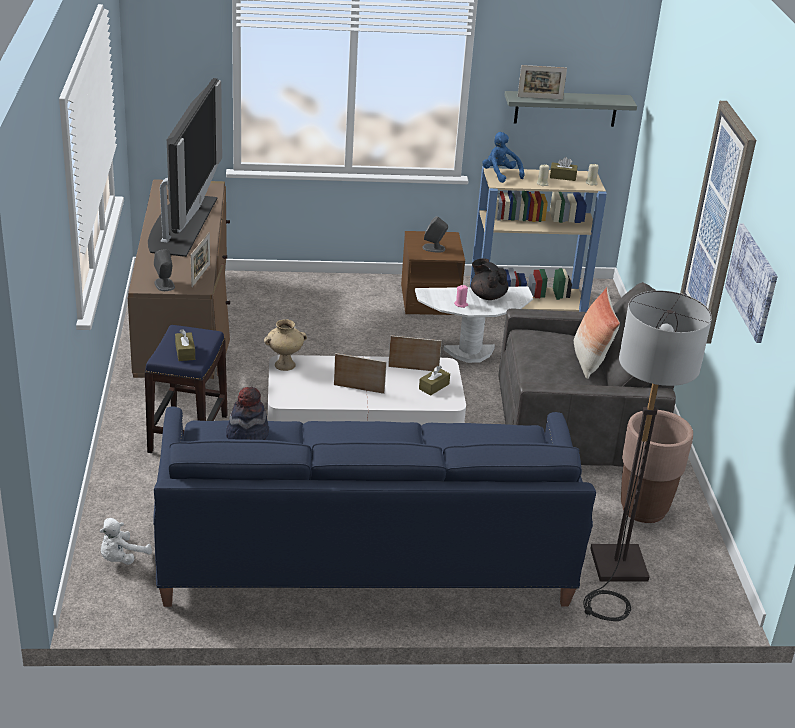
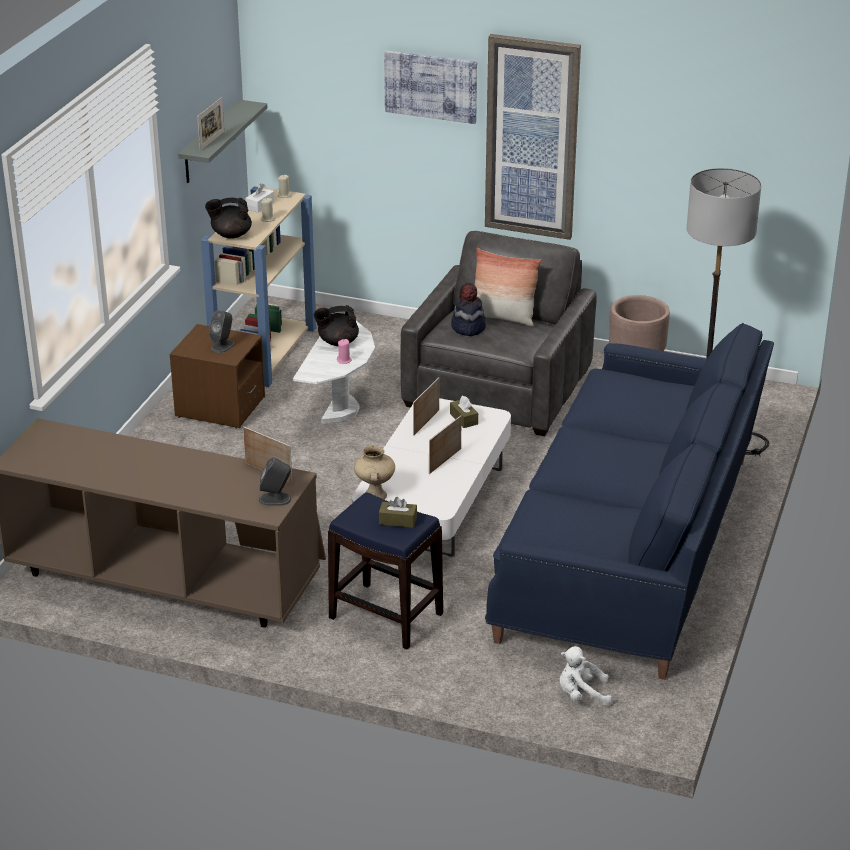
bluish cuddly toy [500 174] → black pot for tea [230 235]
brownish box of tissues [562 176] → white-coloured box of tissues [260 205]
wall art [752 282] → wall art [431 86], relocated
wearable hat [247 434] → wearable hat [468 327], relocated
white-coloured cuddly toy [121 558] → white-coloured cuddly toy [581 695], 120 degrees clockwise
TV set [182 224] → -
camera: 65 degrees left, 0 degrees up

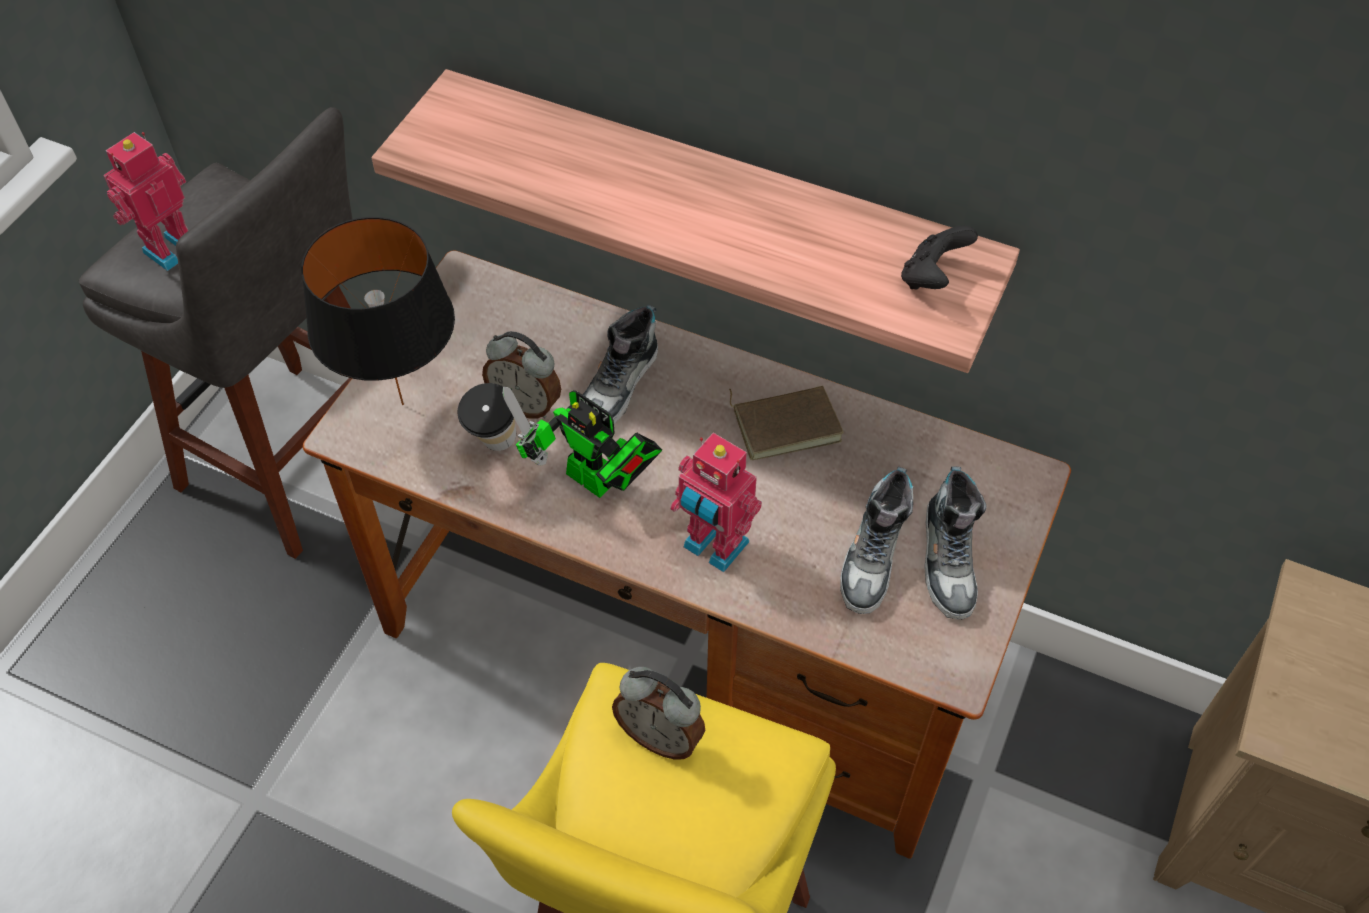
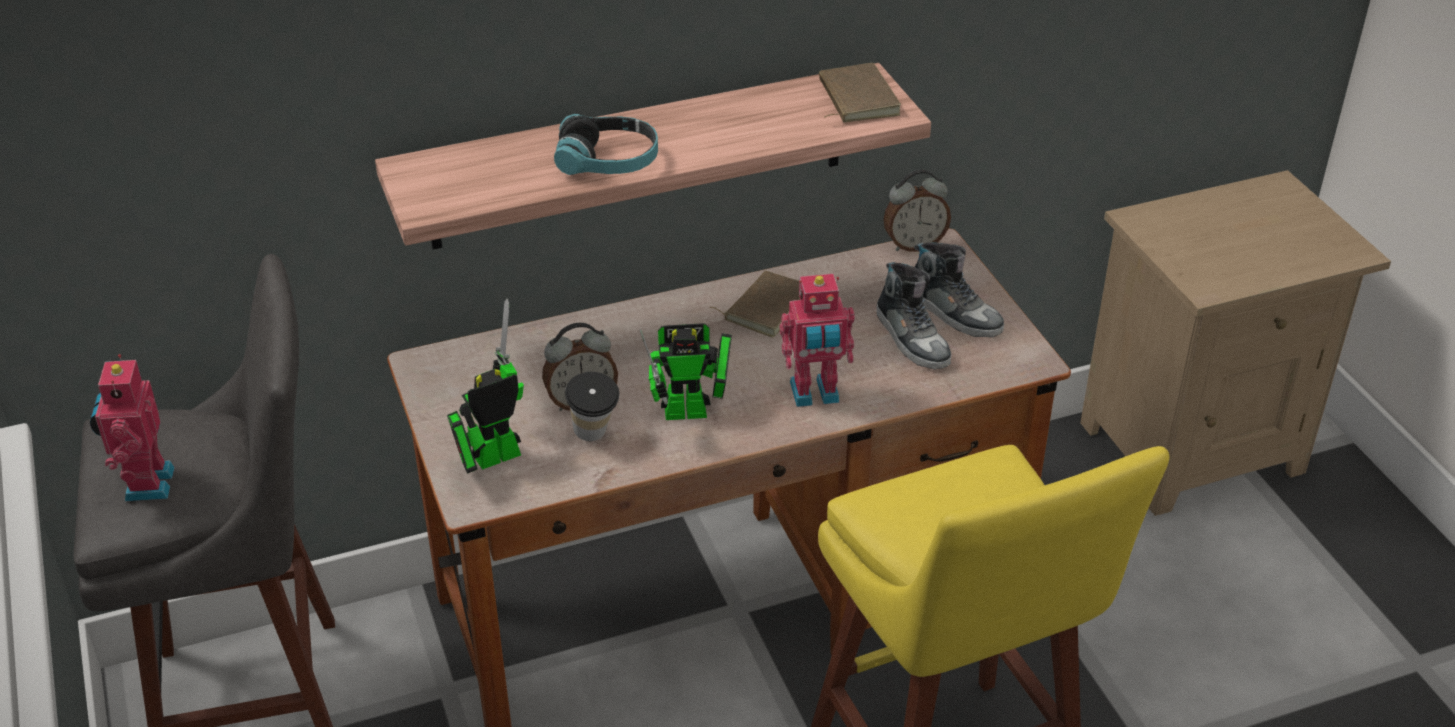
black lamp for a table [401 405] → model robot [490 459]
- → pair of headphones [608 162]
black joypad [932 277] → brownish volume [855 98]
table clock [660 736] → table clock [914 244], relocated
item of footwear [619 387] → -
camera: 45 degrees left, 15 degrees down

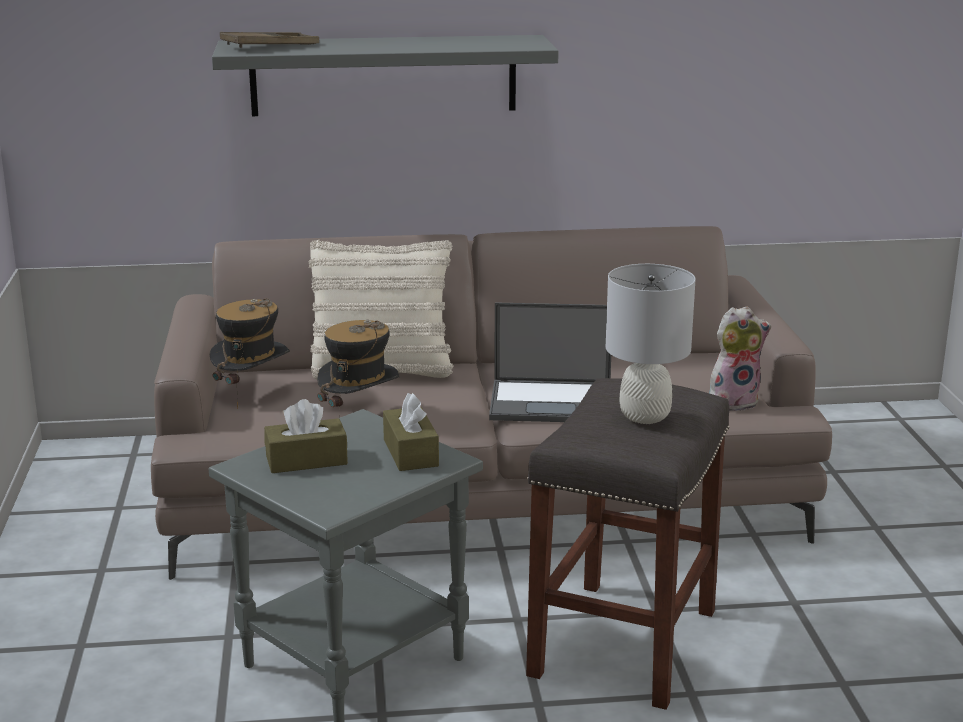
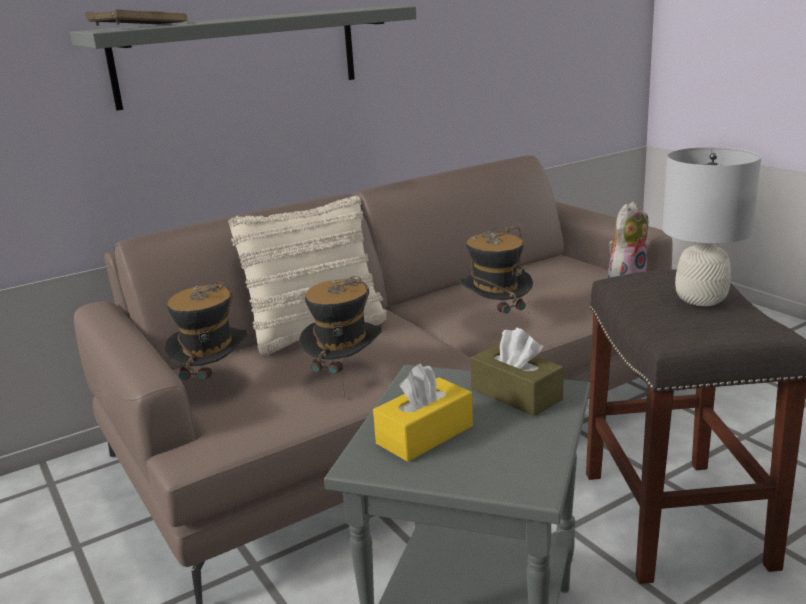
brownish box of tissues [306 460] → yellowish box of tissues [425 435]
portable computer [553 402] → wearable hat [496 321]
camera: 25 degrees left, 0 degrees up

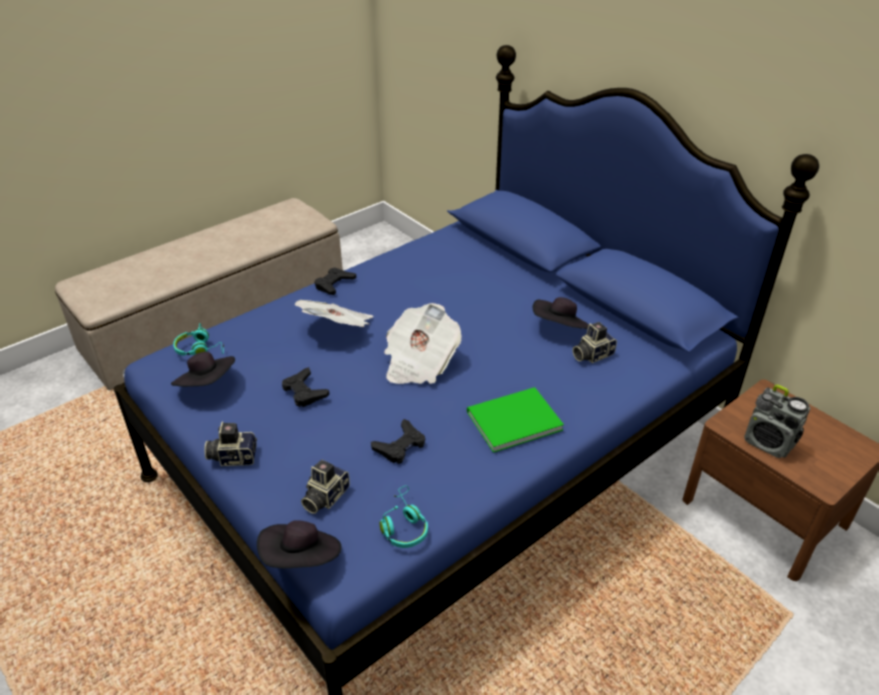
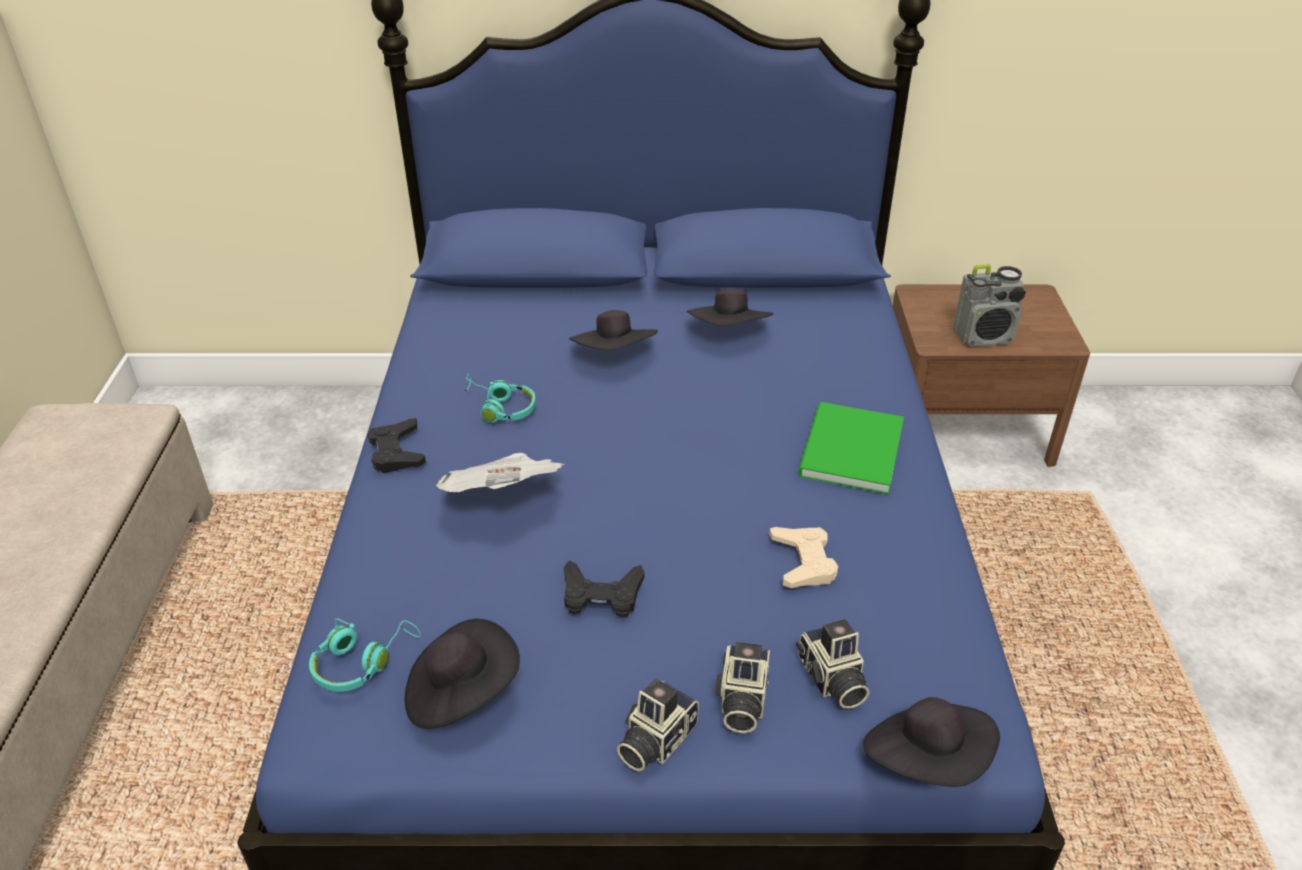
turquoise pair of headphones [403 525] → turquoise pair of headphones [499 407], relocated
- → black wearable hat [615 356]
photo camera [591 354] → photo camera [740 701], relocated
black joypad [400 446] → sand-coloured joypad [803 562]
newspaper [419 362] → -
camera: 50 degrees left, 0 degrees up

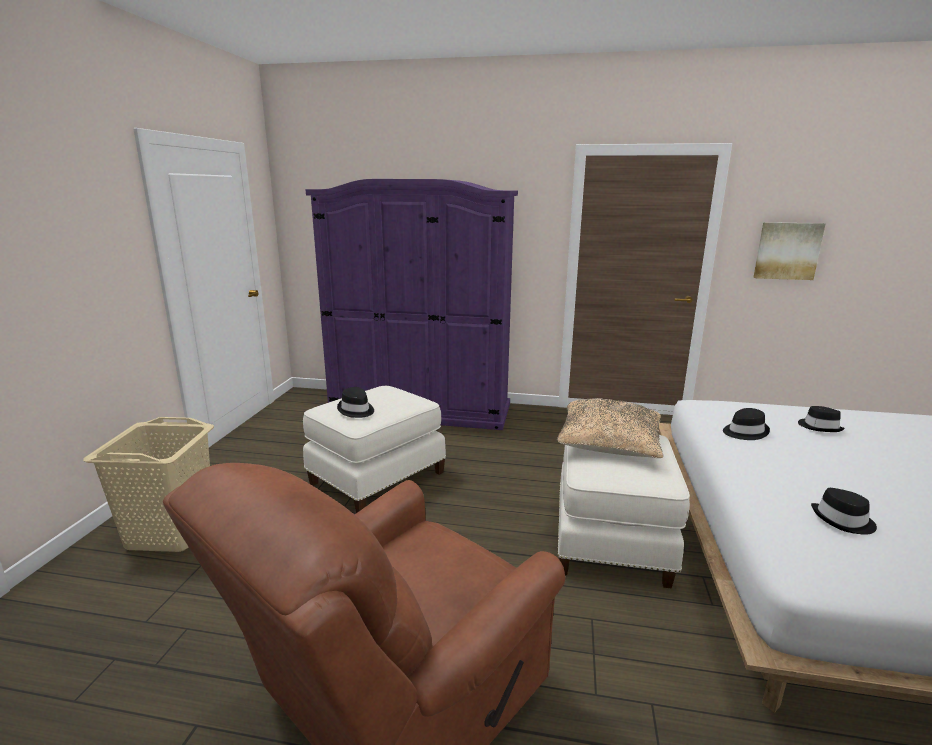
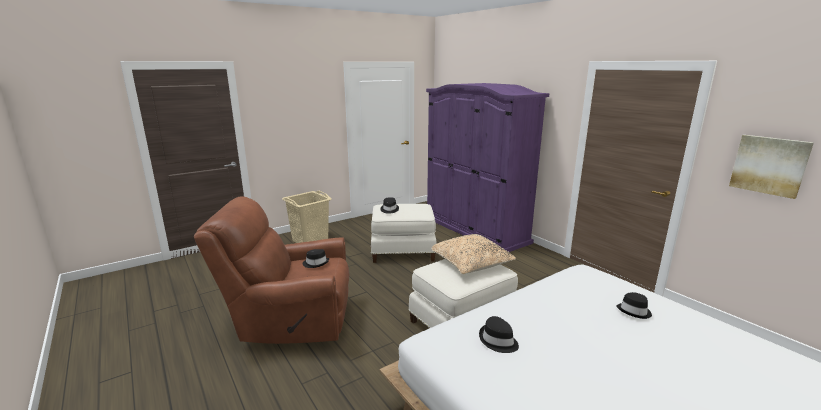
black wearable hat [744 432] → black wearable hat [316 263], relocated
camera: 45 degrees right, 0 degrees up

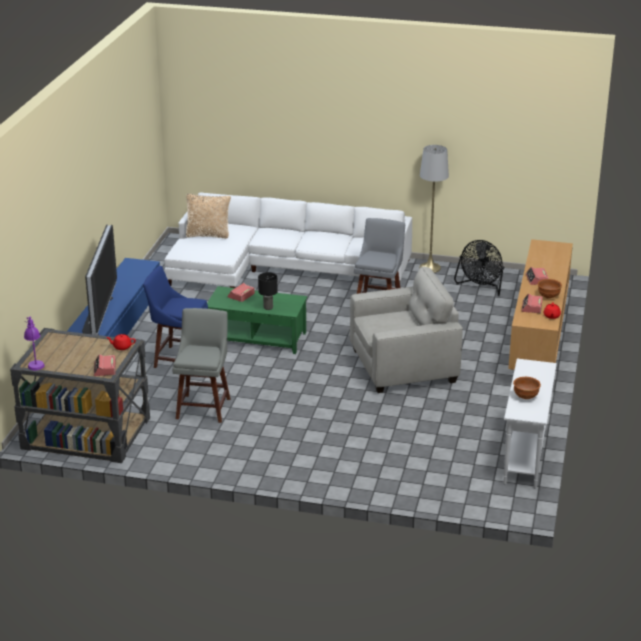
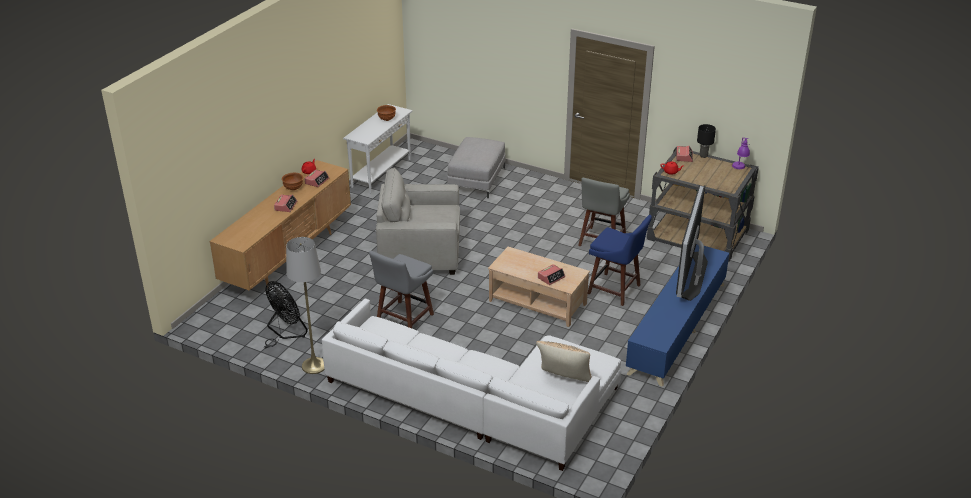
- → greyish pouffe [476 179]
green coffee table [257 337] → sand-coloured coffee table [537 302]
black lamp for a table [268 308] → black lamp for a table [703 156], relocated
camera: 165 degrees left, 5 degrees up

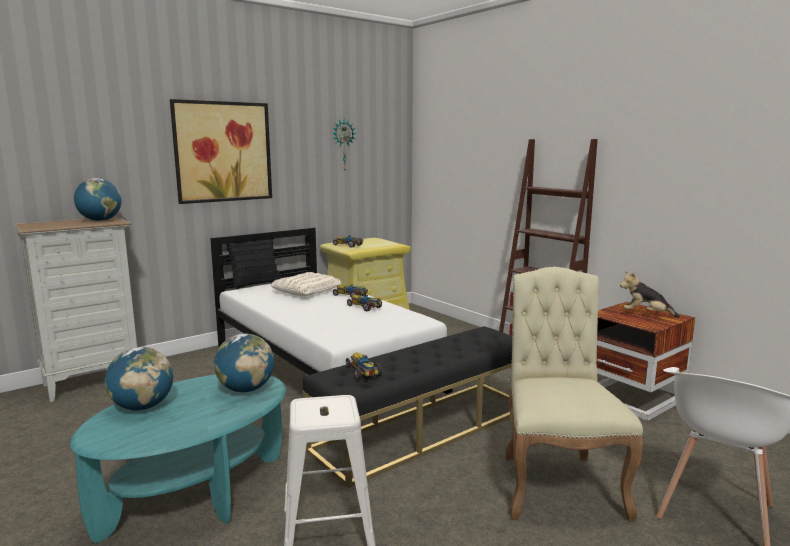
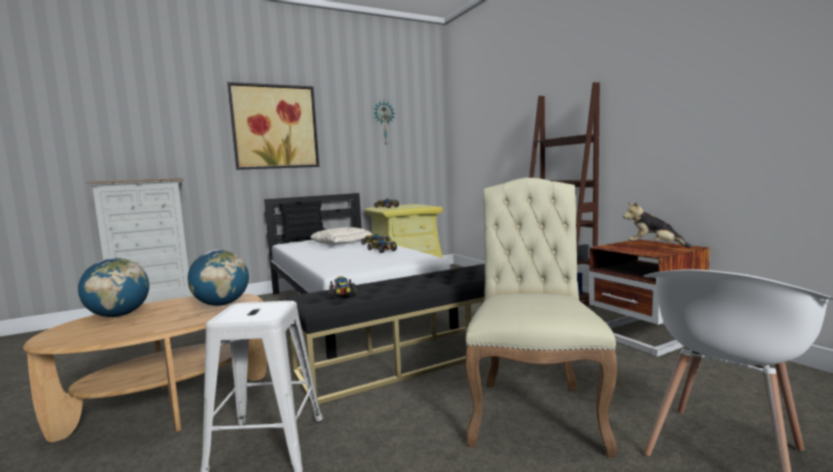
turquoise coffee table [196 495] → brownish coffee table [170 405]
desk globe [100 220] → -
camera: 10 degrees right, 5 degrees down

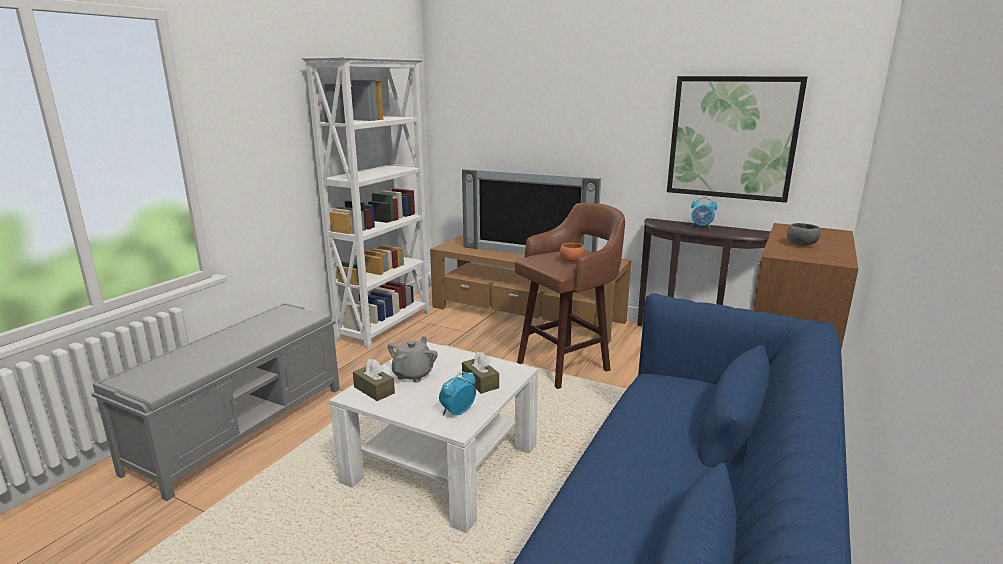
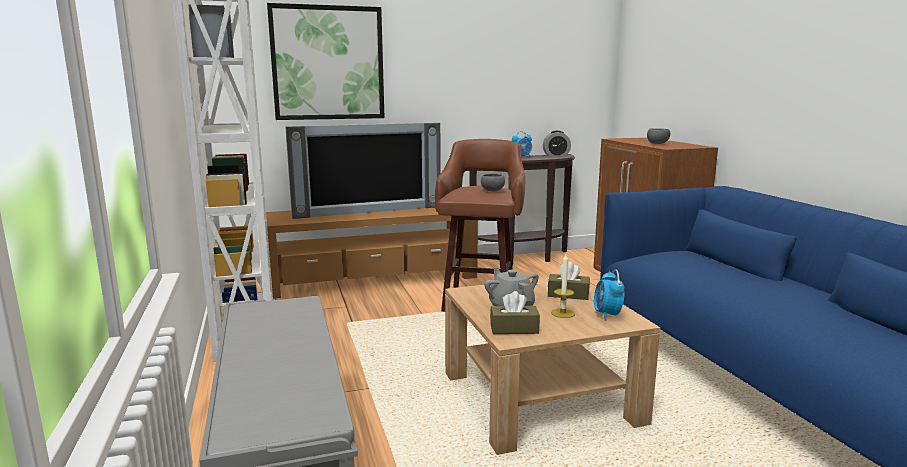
wall art [732 138] → wall art [328 63], relocated
white-coloured coffee table [442 464] → brownish coffee table [539 398]
orangey serving bowl [572 261] → greyish serving bowl [492 190]
- → table clock [556 155]
- → candle [562 313]
camera: 45 degrees left, 5 degrees down

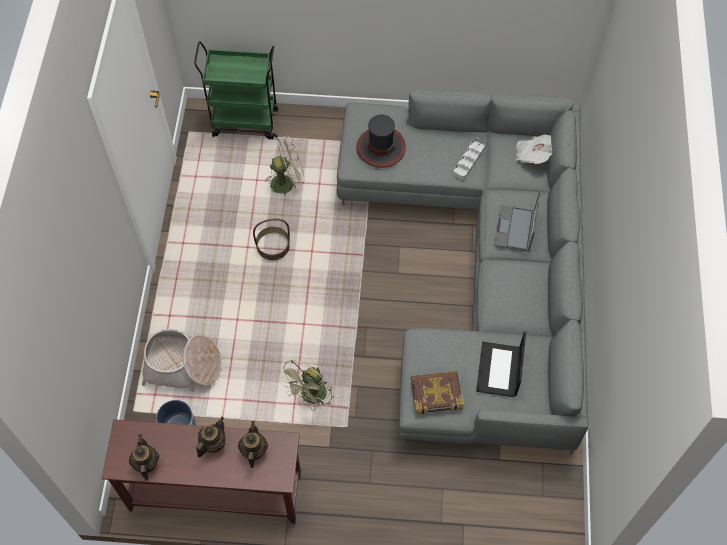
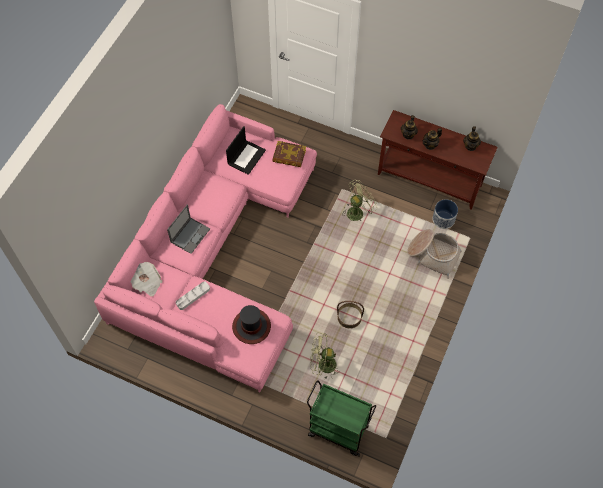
greyish settee [481 267] → pinkish settee [215 256]
camera: 160 degrees left, 0 degrees up

